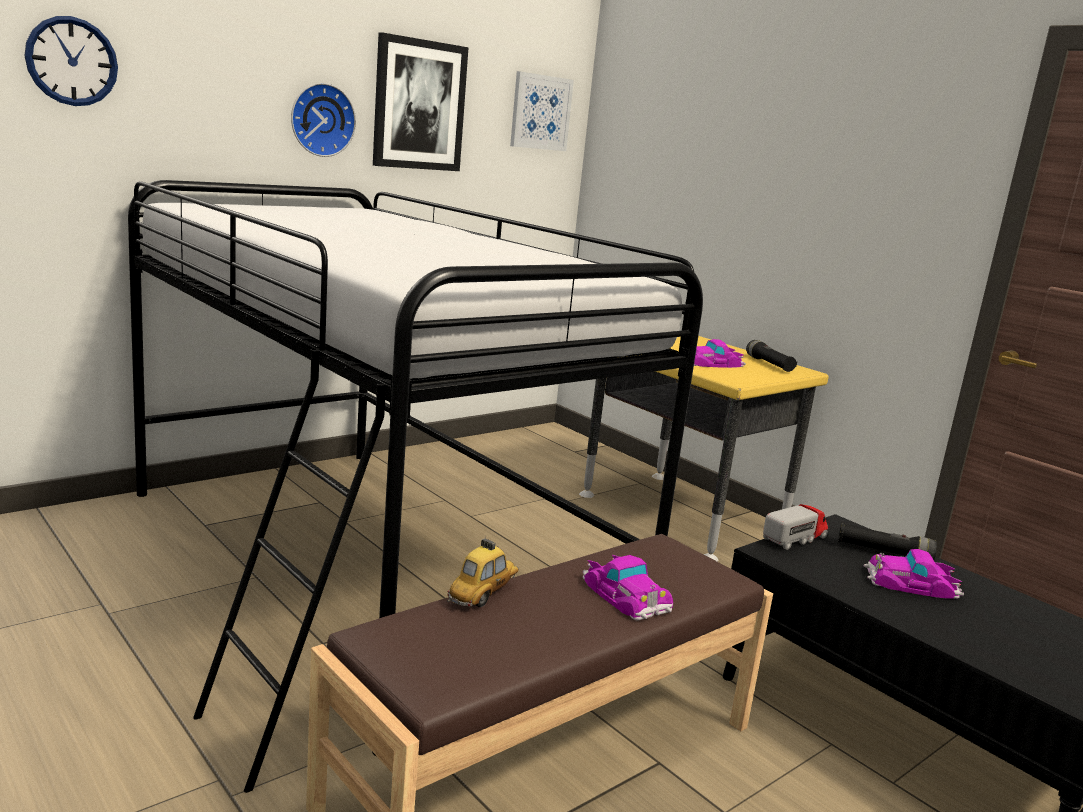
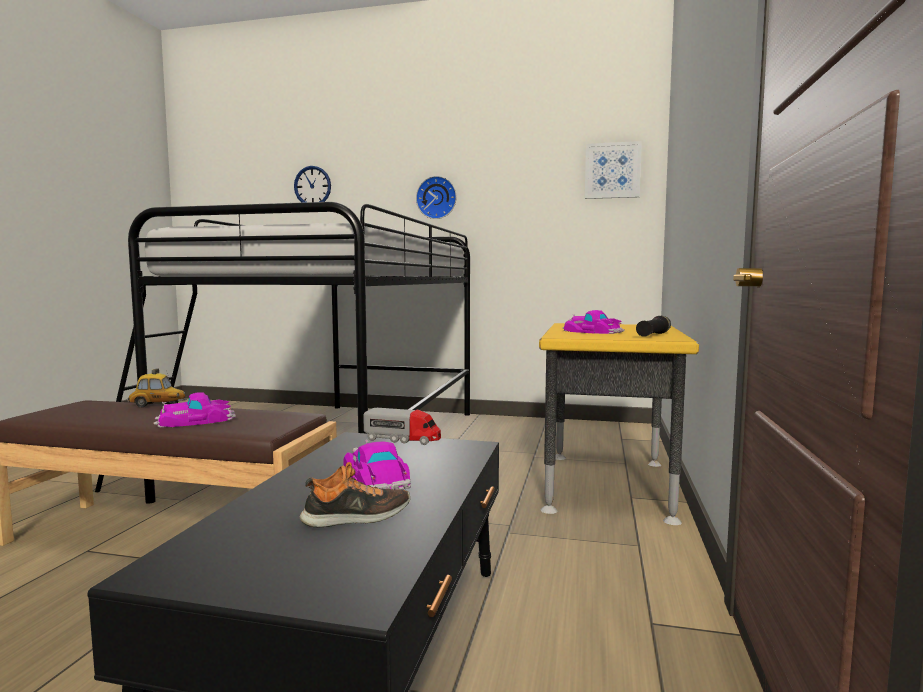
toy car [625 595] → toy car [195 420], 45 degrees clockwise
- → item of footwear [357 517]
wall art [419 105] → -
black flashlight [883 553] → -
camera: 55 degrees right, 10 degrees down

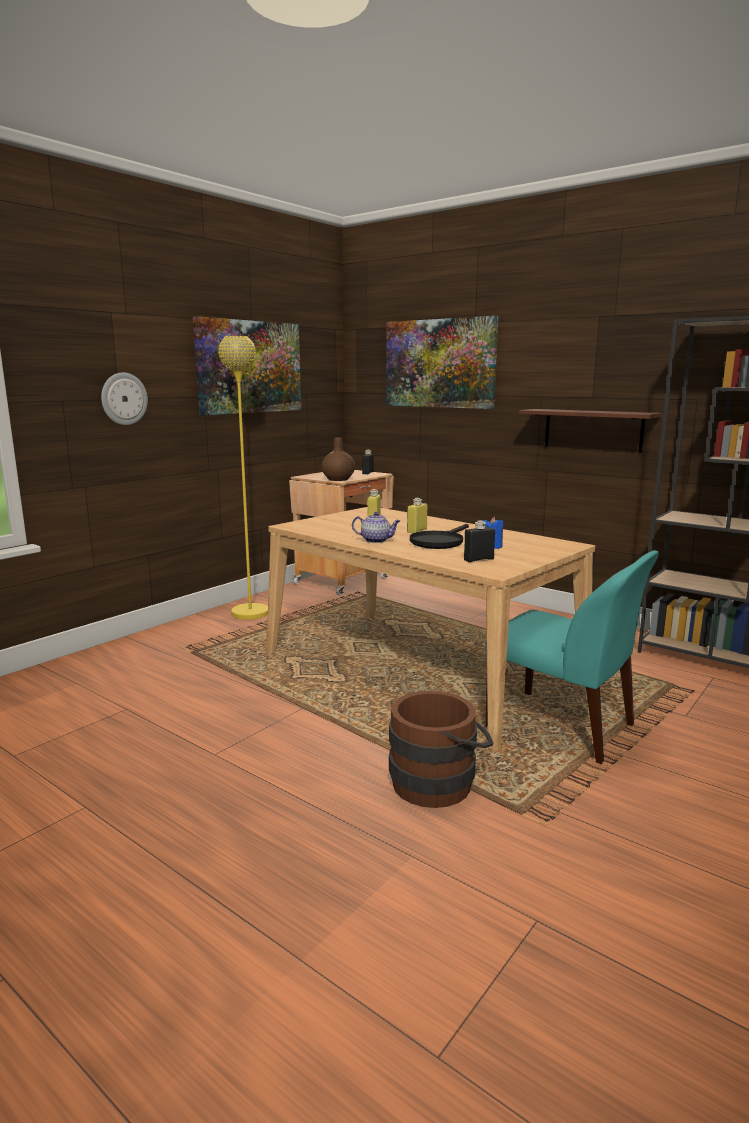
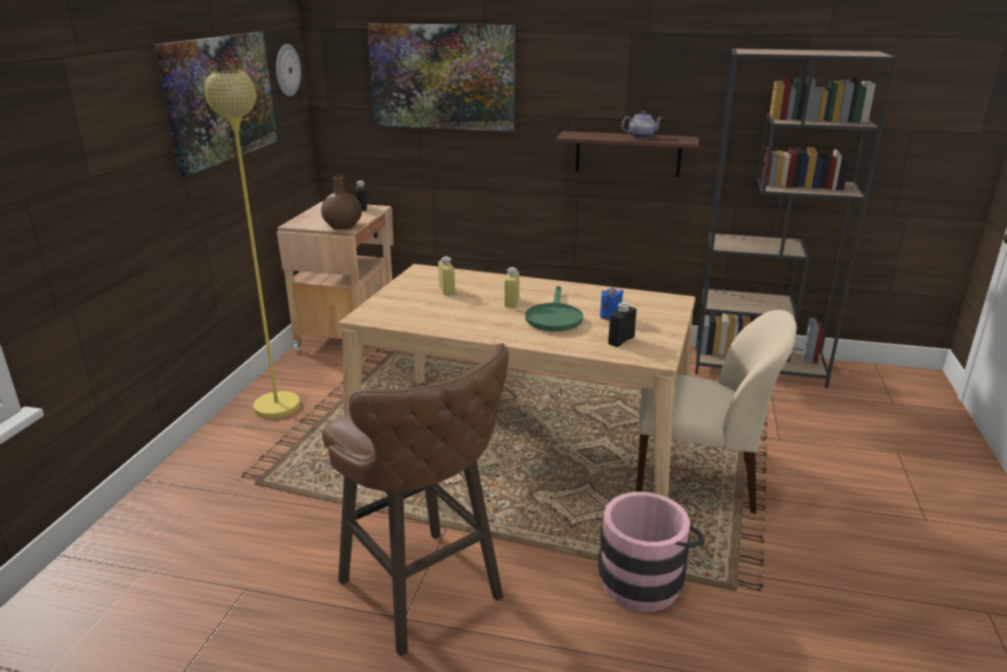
hanging clock [123 399] → hanging clock [287 70], relocated
- → brownish stool seat [424 593]
black skillet [439 541] → green skillet [553 317]
brownish bucket [439 782] → pinkish bucket [644 578]
pot for tea [376 540] → pot for tea [641 137], relocated
turquoise chair [563 726] → sand-coloured chair [697 479]
camera: 25 degrees left, 10 degrees up

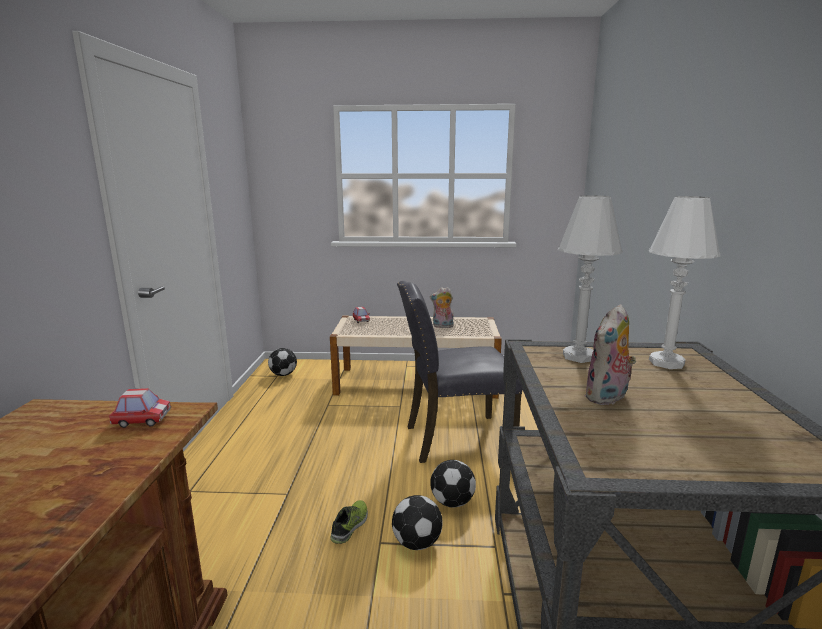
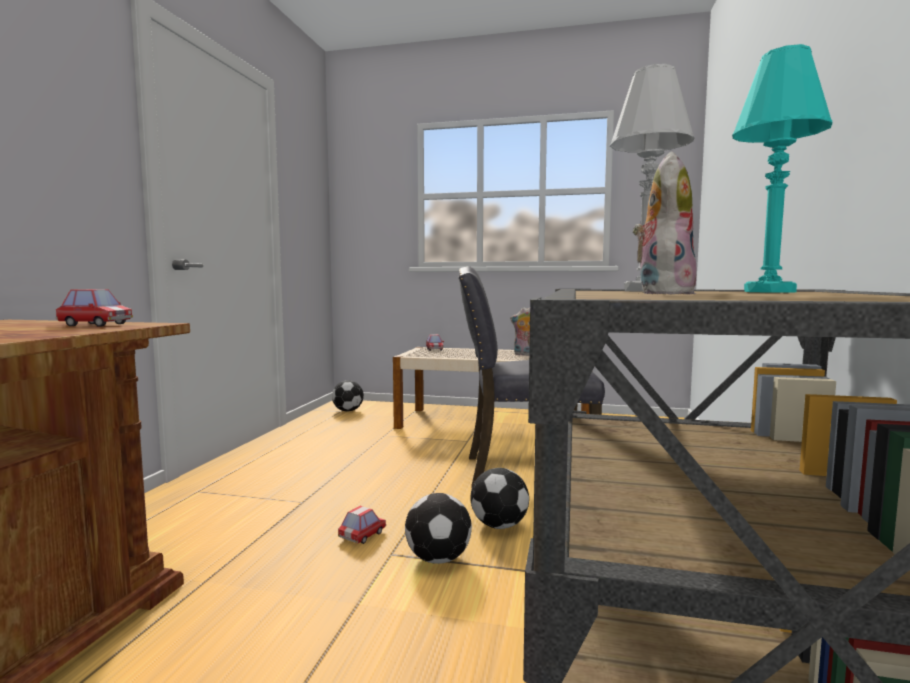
item of footwear [351 526] → toy car [362 535]
cuddly toy [607 398] → cuddly toy [662 294], 150 degrees clockwise
white-coloured lamp for a table [666 363] → turquoise lamp for a table [769 292]
camera: 10 degrees right, 10 degrees down

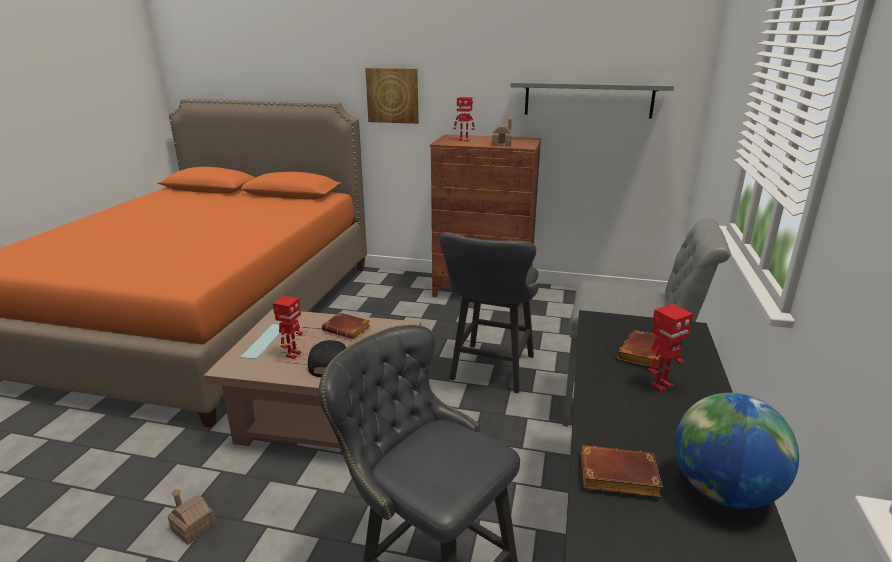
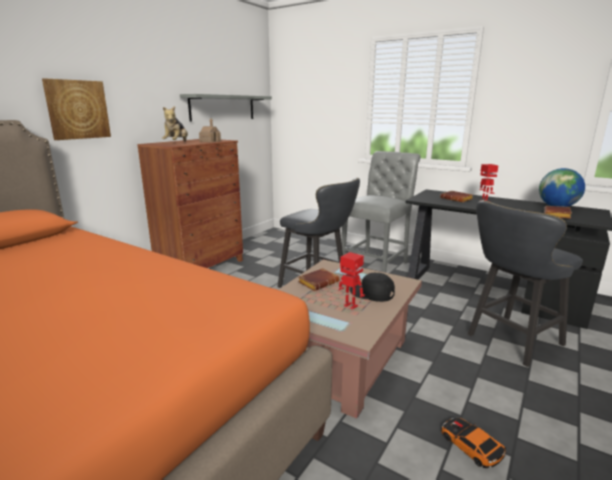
model robot [464 140] → cuddly toy [177 143]
toy house [193 527] → toy car [470 446]
camera: 70 degrees left, 5 degrees down

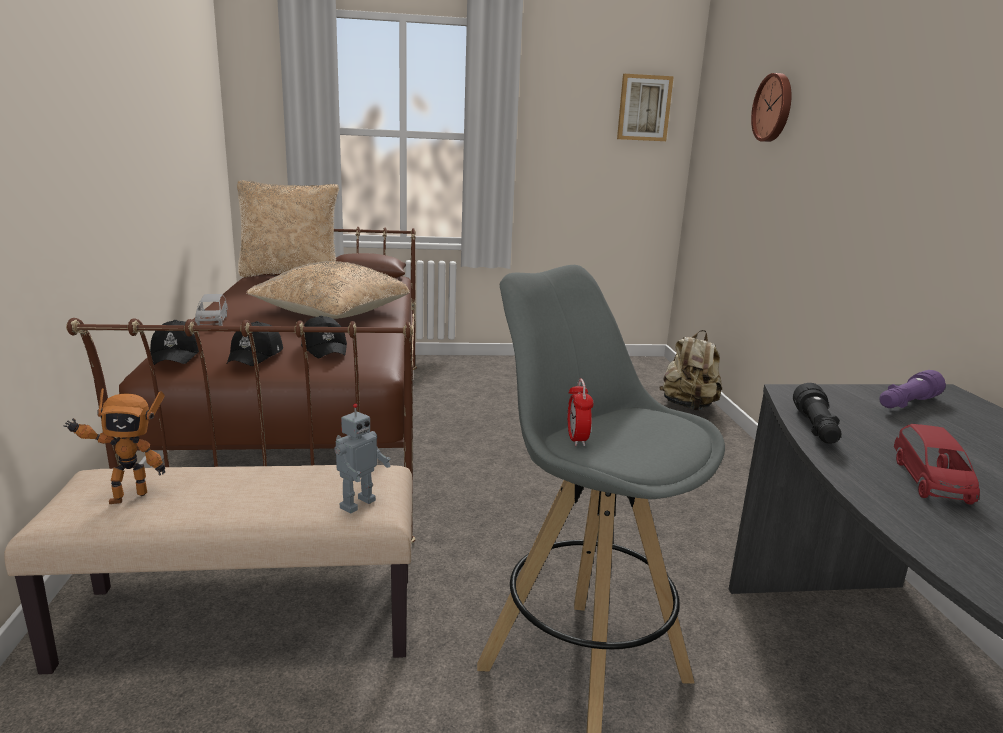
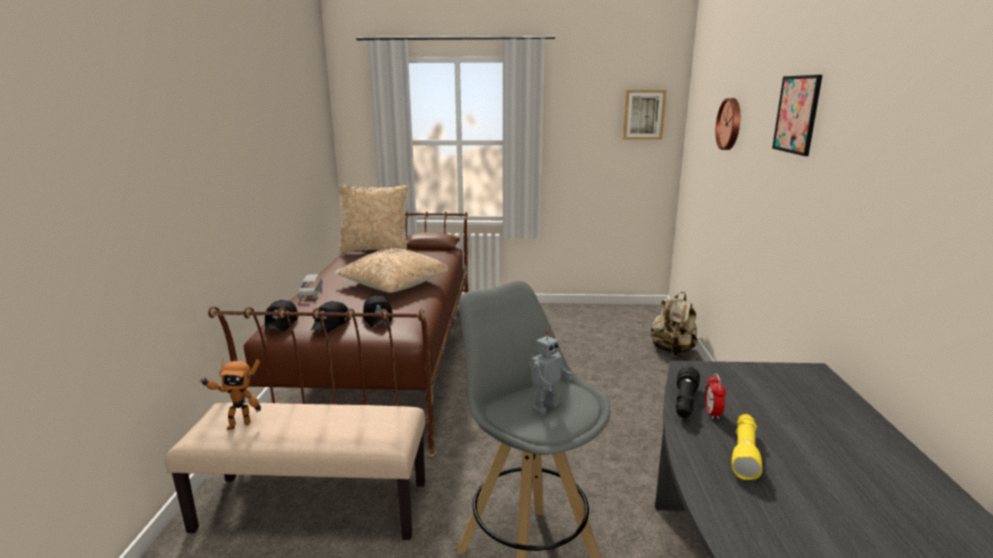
model robot [356 503] → model robot [544 407], relocated
table clock [577 439] → table clock [712 413], relocated
red toy car [930 482] → yellowish flashlight [744 453]
- → wall art [797 114]
purplish flashlight [906 404] → -
camera: 10 degrees right, 0 degrees up

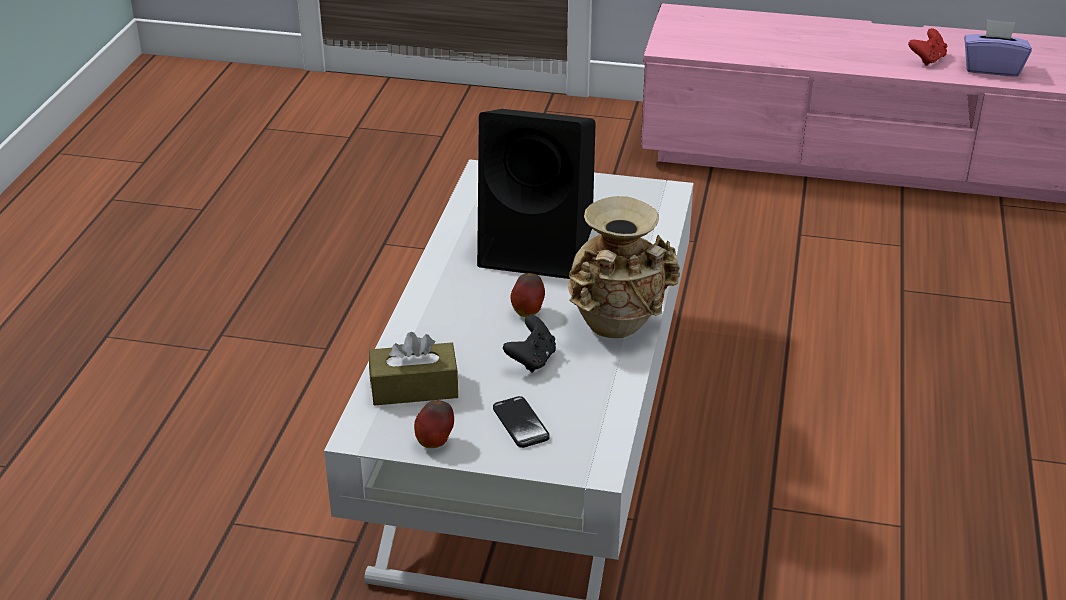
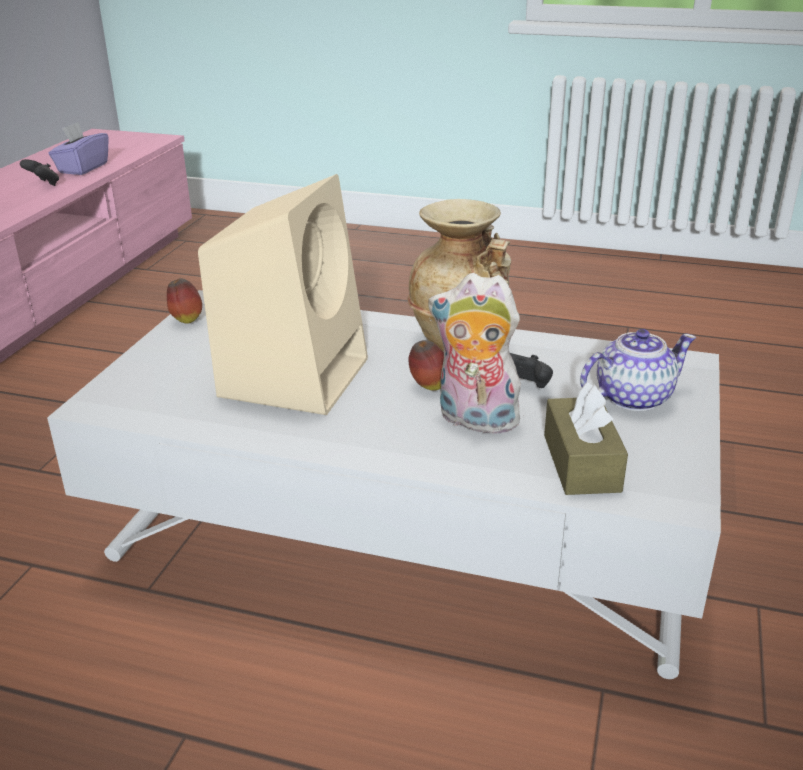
red joypad [927 60] → black joypad [43 184]
apple [435 442] → apple [186 320], relocated
black loudspeaker [539 247] → sand-coloured loudspeaker [295 375]
- → cuddly toy [474 421]
telephone [520 423] → pot for tea [632 397]
camera: 85 degrees left, 5 degrees down

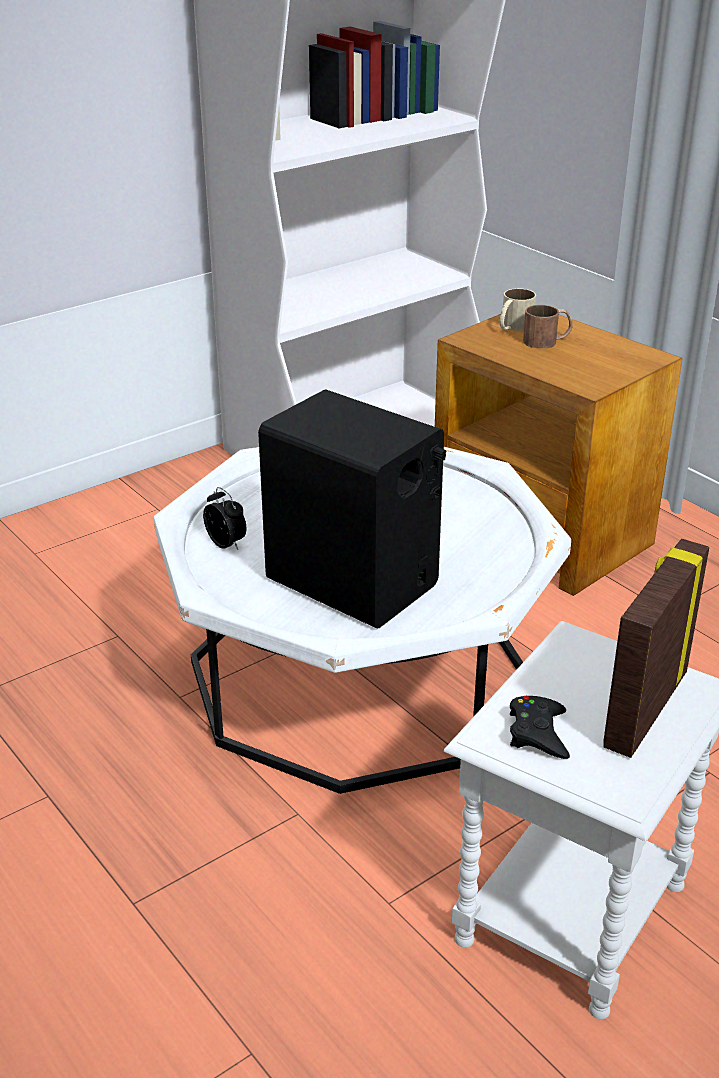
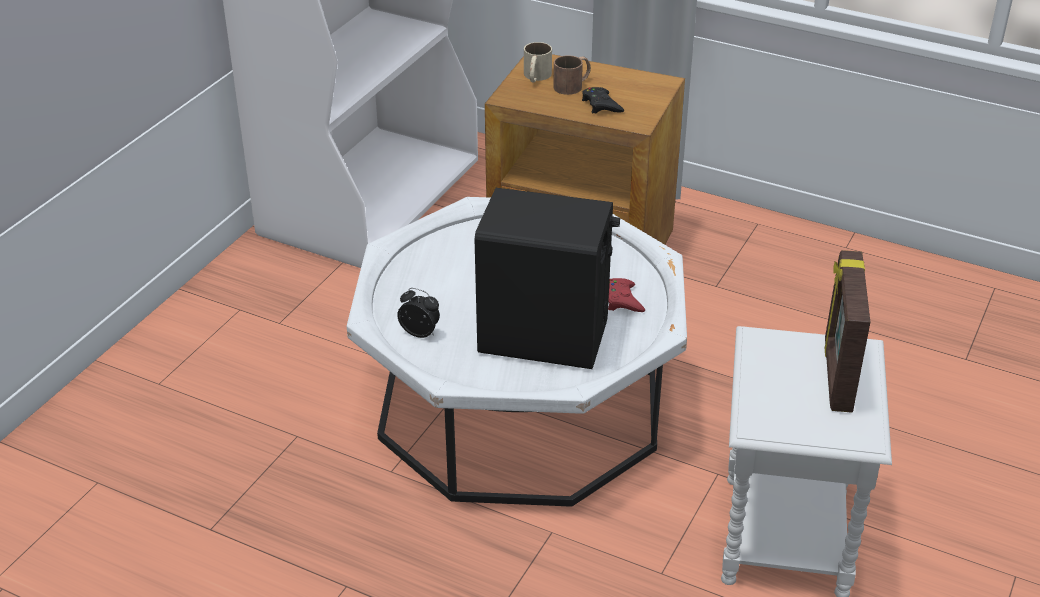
black joypad [538 733] → black joypad [601 105], relocated
- → red joypad [622 300]
camera: 25 degrees left, 5 degrees up

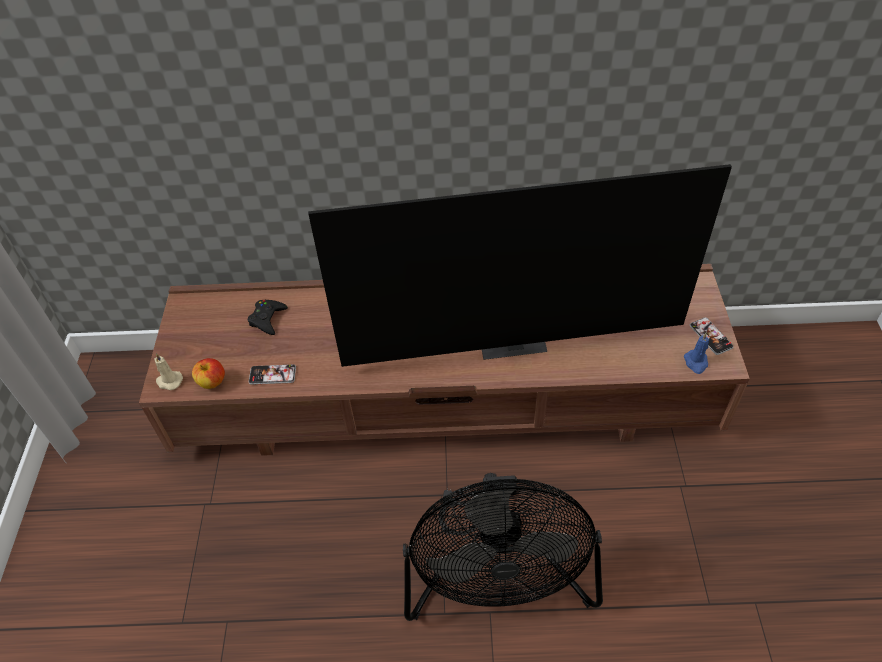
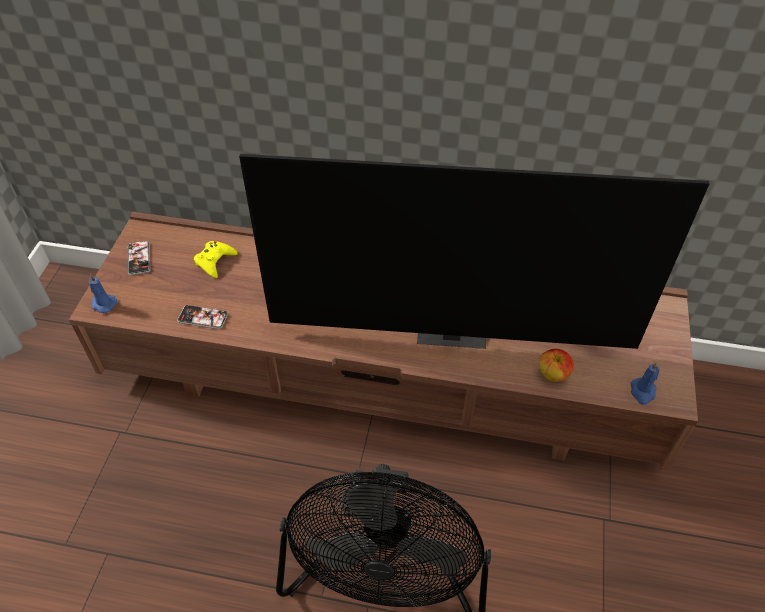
sand-coloured candle [169 381] → bluish candle [103 304]
telephone [710 336] → telephone [139 258], relocated
black joypad [267 319] → yellowish joypad [215 261]
apple [212 382] → apple [553 374], relocated
camera: 10 degrees right, 0 degrees up

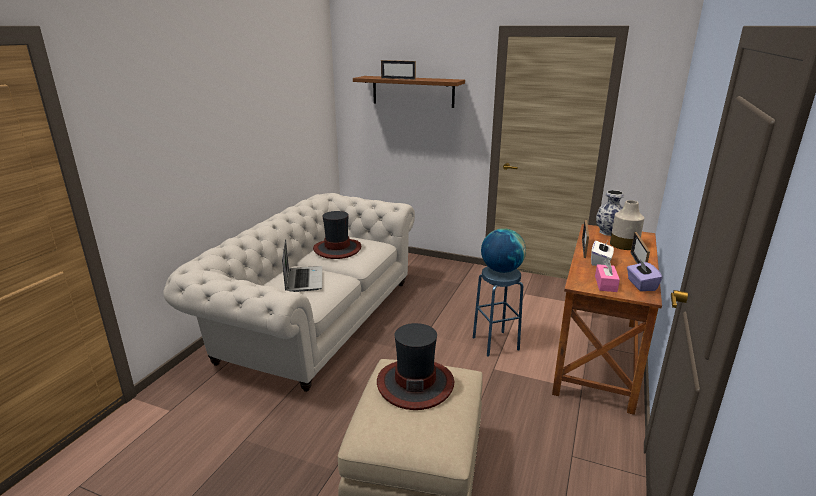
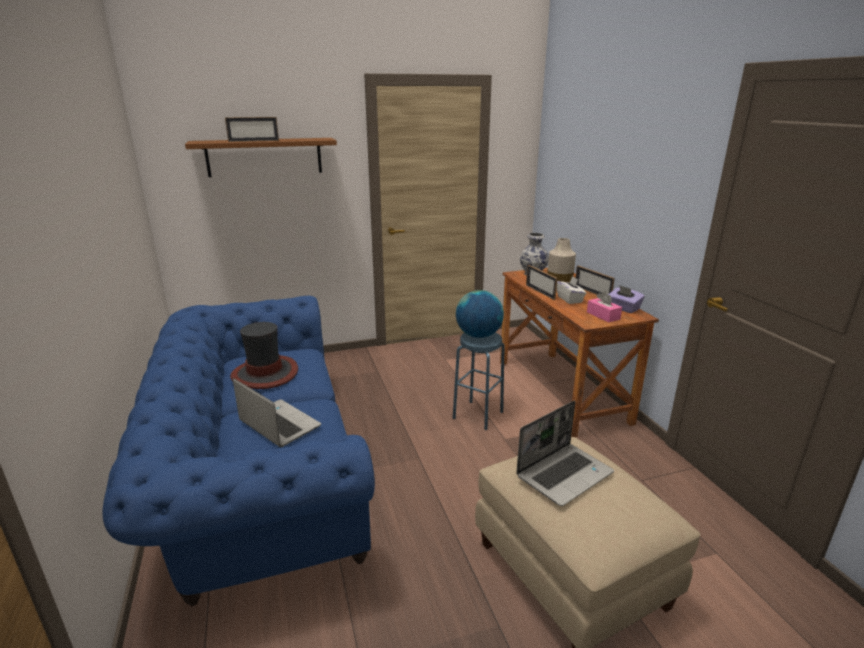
white-coloured settee [312 318] → bluish settee [258 476]
wearable hat [415 383] → portable computer [564 474]
camera: 40 degrees left, 0 degrees up

